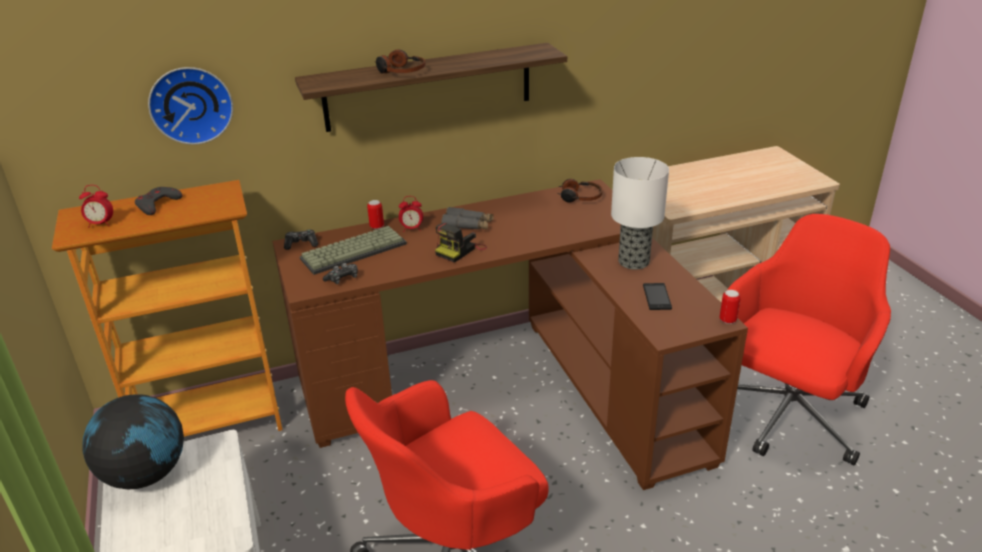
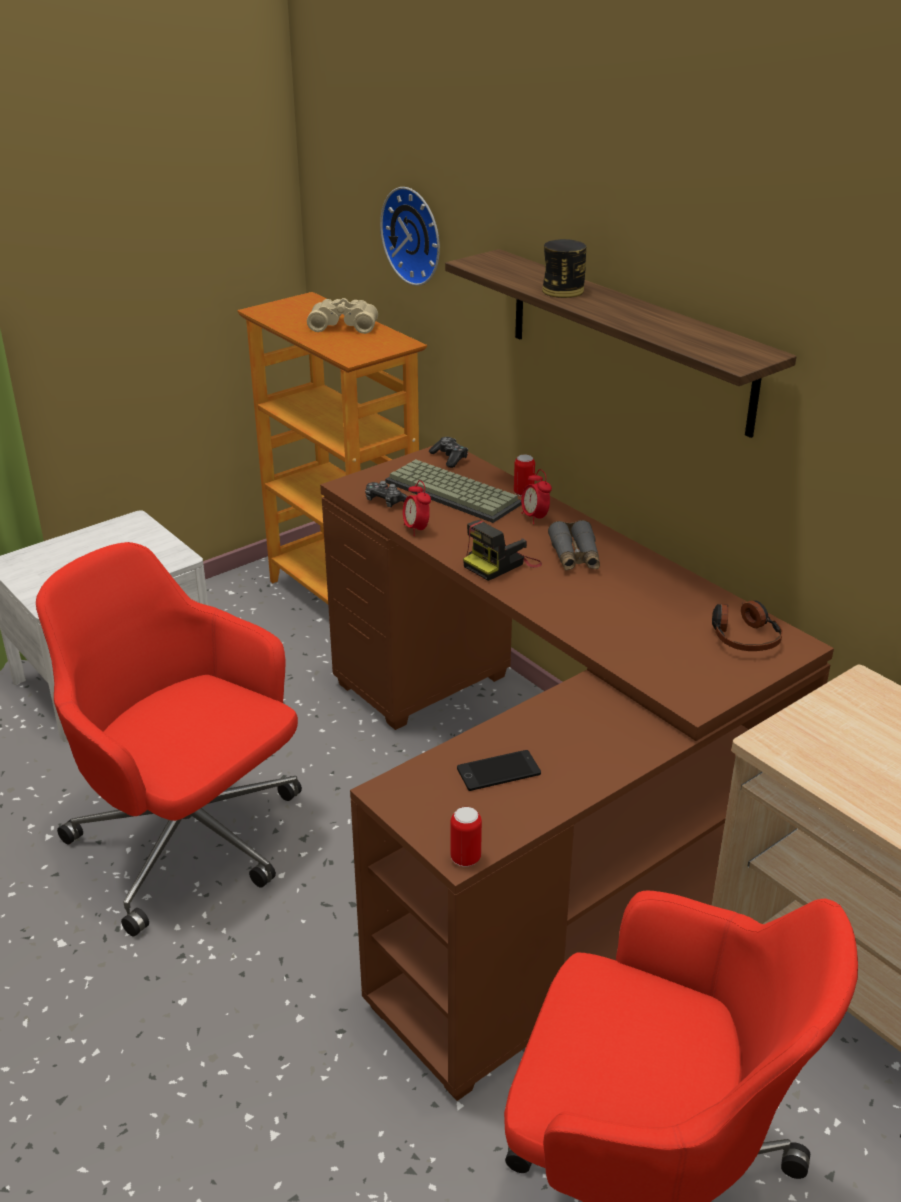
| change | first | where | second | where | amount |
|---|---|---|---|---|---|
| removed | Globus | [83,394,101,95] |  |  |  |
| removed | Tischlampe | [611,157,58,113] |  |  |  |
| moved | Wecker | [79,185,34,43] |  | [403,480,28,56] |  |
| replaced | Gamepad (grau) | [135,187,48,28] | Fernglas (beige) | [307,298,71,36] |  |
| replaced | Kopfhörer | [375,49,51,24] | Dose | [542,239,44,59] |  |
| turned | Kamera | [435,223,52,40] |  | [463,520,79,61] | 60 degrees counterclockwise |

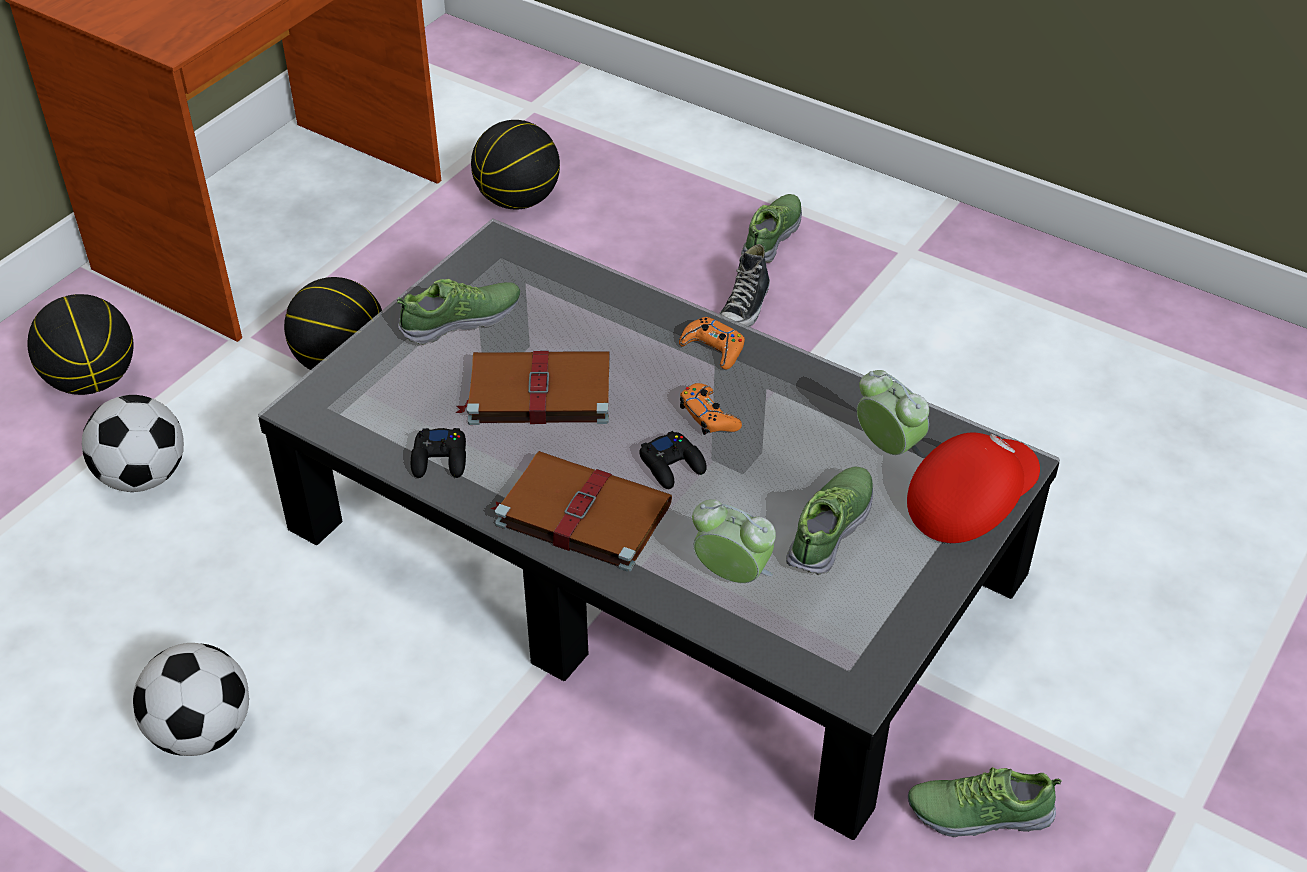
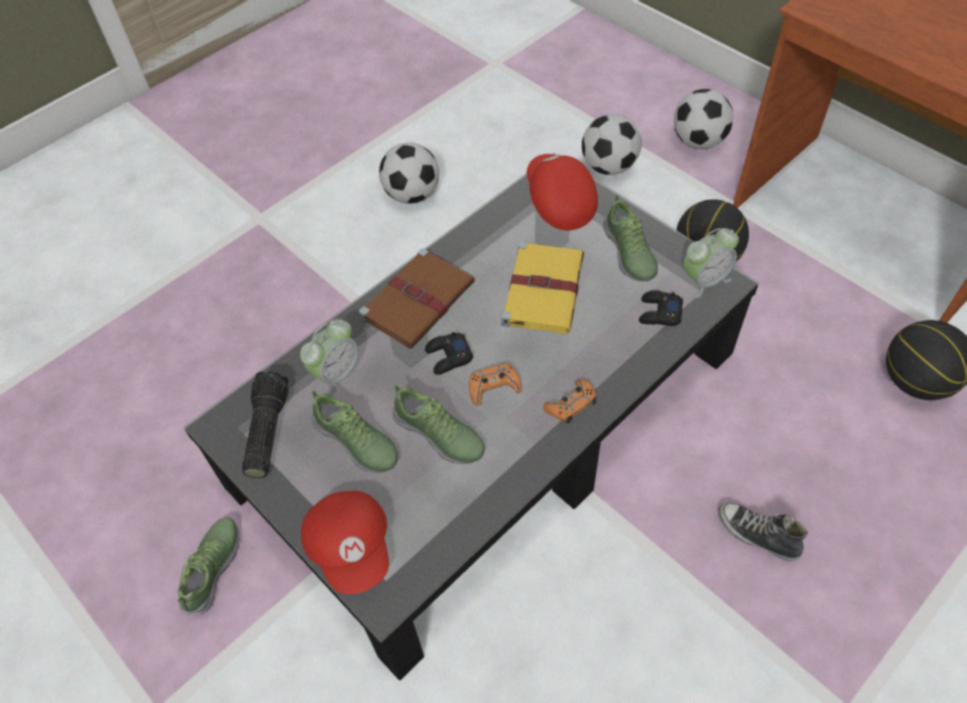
| change | first | where | second | where | amount |
|---|---|---|---|---|---|
| added |  |  | Taschenlampe | [242,371,47,107] |  |
| added |  |  | Kappe (rot) | [527,154,71,76] |  |
| moved | Gamepad (schwarz) | [411,428,55,50] |  | [639,290,44,36] |  |
| moved | Schuh | [741,194,61,69] |  | [392,385,92,79] |  |
| moved | Wecker | [857,370,72,88] |  | [683,228,56,71] |  |
| replaced | Basketball | [27,294,107,101] | Fußball | [674,89,59,60] |  |
| recoloured | Buch (braun) | [456,351,154,74] | Buch (gelb) | [501,242,83,92] |  |

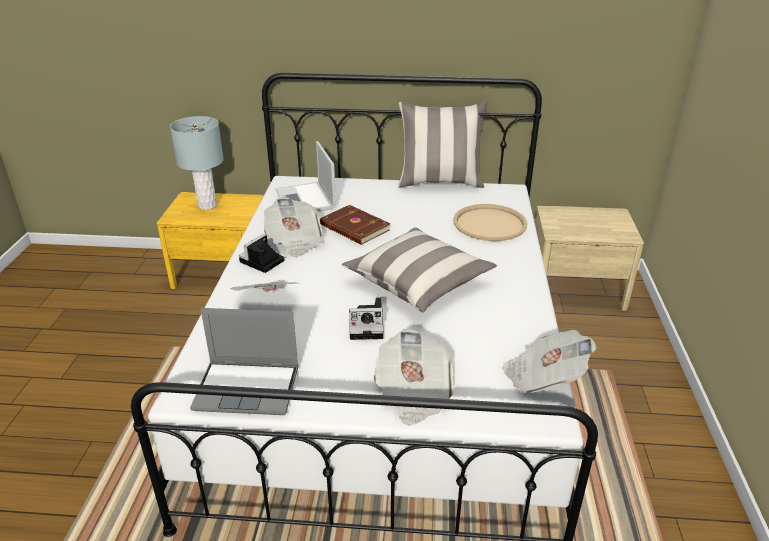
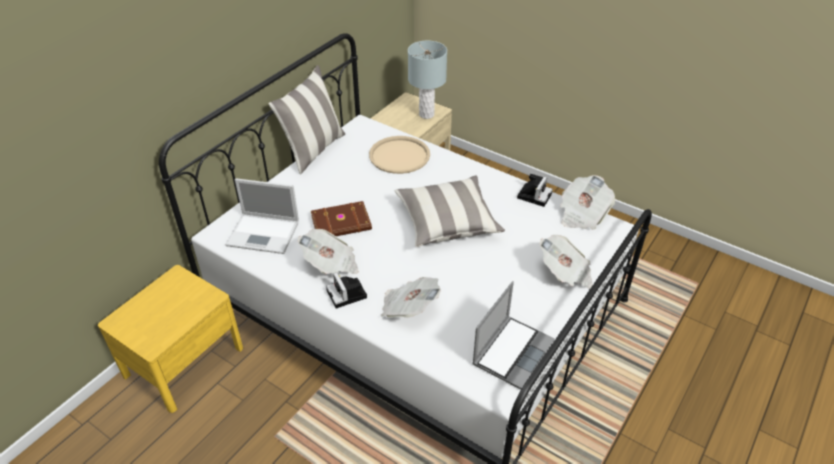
| change | first | where | second | where | amount |
|---|---|---|---|---|---|
| moved | Tischlampe (grau) | [170,116,54,94] |  | [408,41,39,78] |  |
| moved | Kamera | [349,297,34,43] |  | [517,174,36,33] |  |

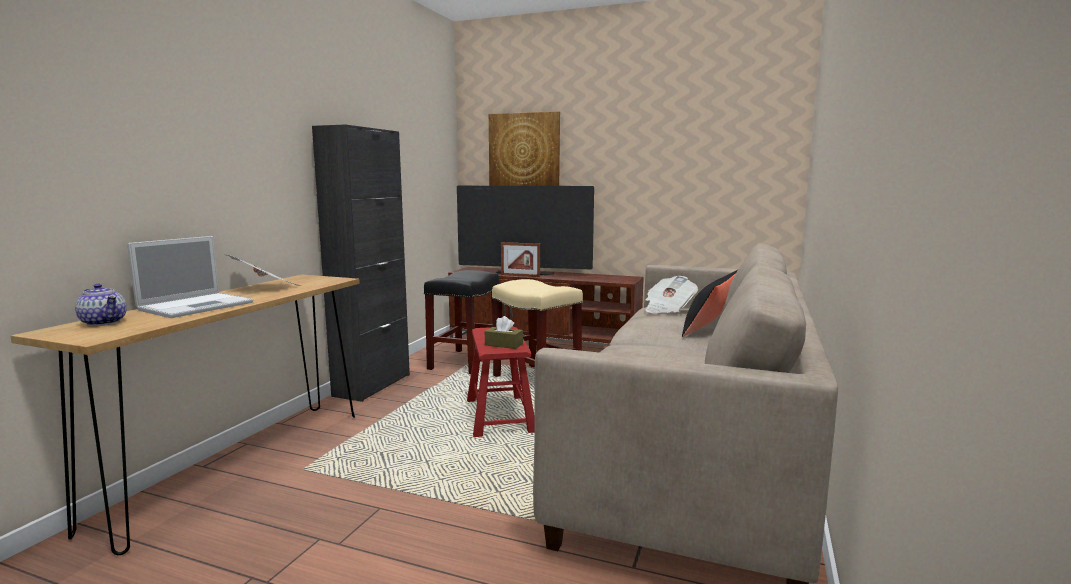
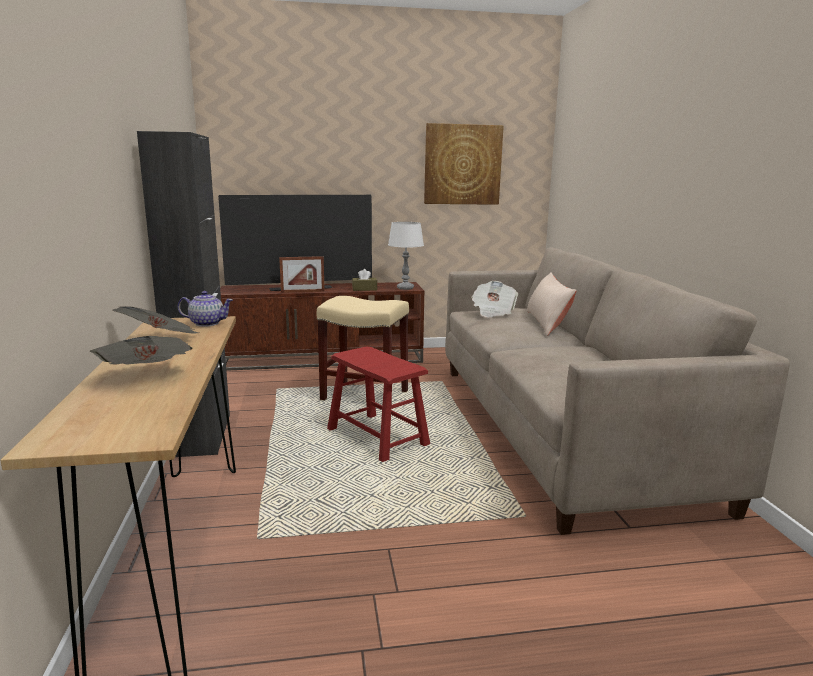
| change | first | where | second | where | amount |
|---|---|---|---|---|---|
| removed | Hocker (schwarz) | [424,270,75,104] |  |  |  |
| added |  |  | Tischlampe (weiß) | [388,222,36,68] |  |
| moved | Teekanne | [75,284,52,42] |  | [178,291,55,36] |  |
| moved | Taschentuchbox (braun) | [485,316,38,33] |  | [352,269,25,22] |  |
| moved | Bild | [489,111,71,75] |  | [424,123,80,82] |  |
| replaced | Laptop | [127,236,126,82] | Zeitung | [89,336,103,29] |  |
| recoloured | Kissen (schwarz) | [682,270,56,67] | Kissen (beige) | [527,272,50,64] |  |

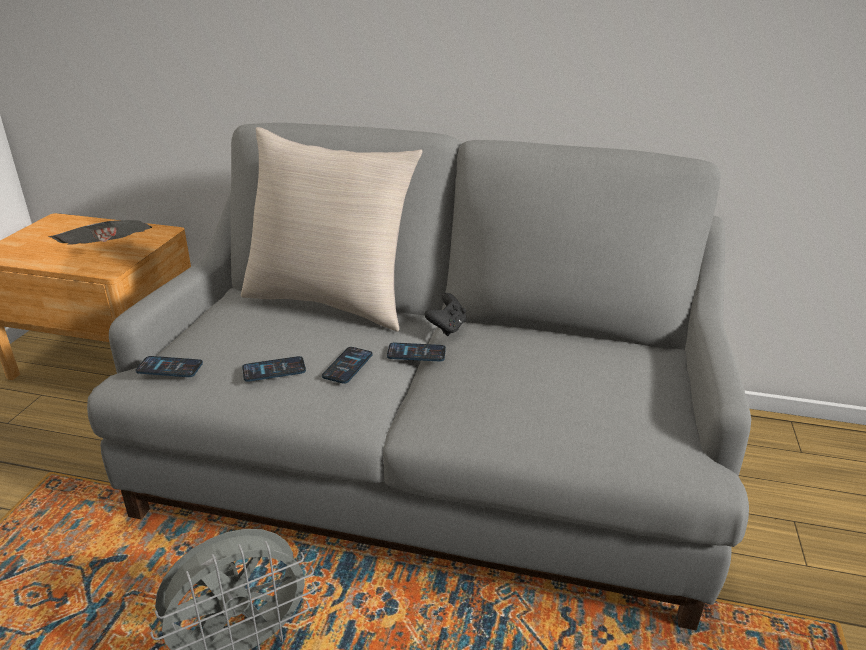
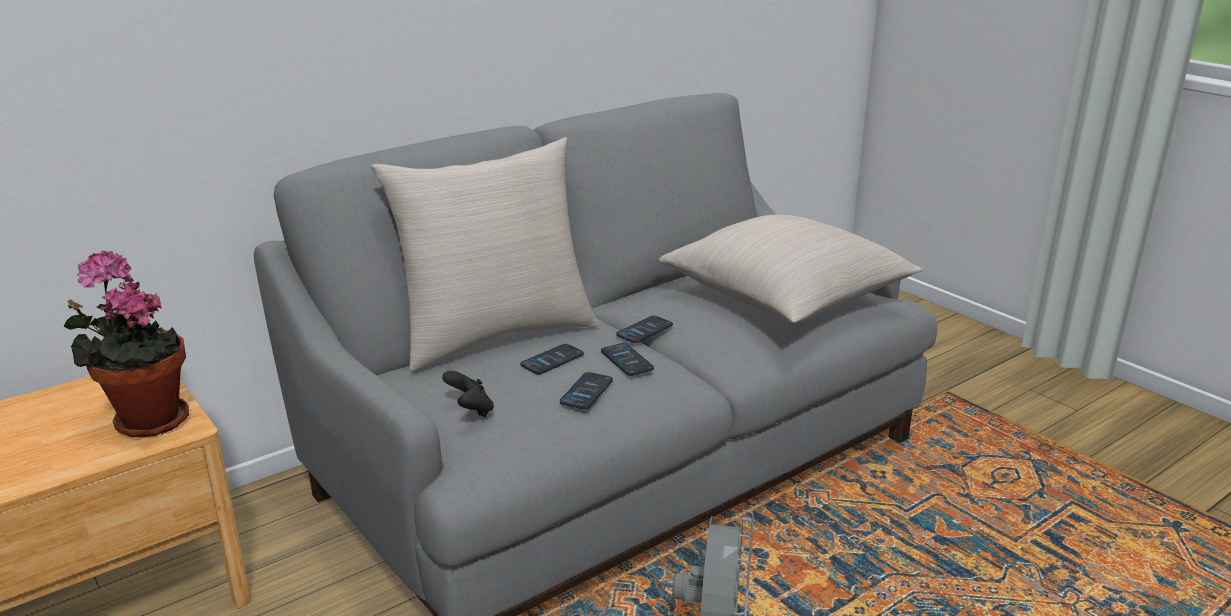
| change | first | where | second | where | amount |
|---|---|---|---|---|---|
| added |  |  | Kissen (beige) | [659,215,263,108] |  |
| moved | Handy | [136,356,67,21] |  | [520,344,64,31] |  |
| moved | Gamepad (schwarz) | [424,293,42,43] |  | [442,371,52,46] |  |
| replaced | Zeitung | [49,220,103,24] | Topfpflanze | [63,251,126,187] |  |

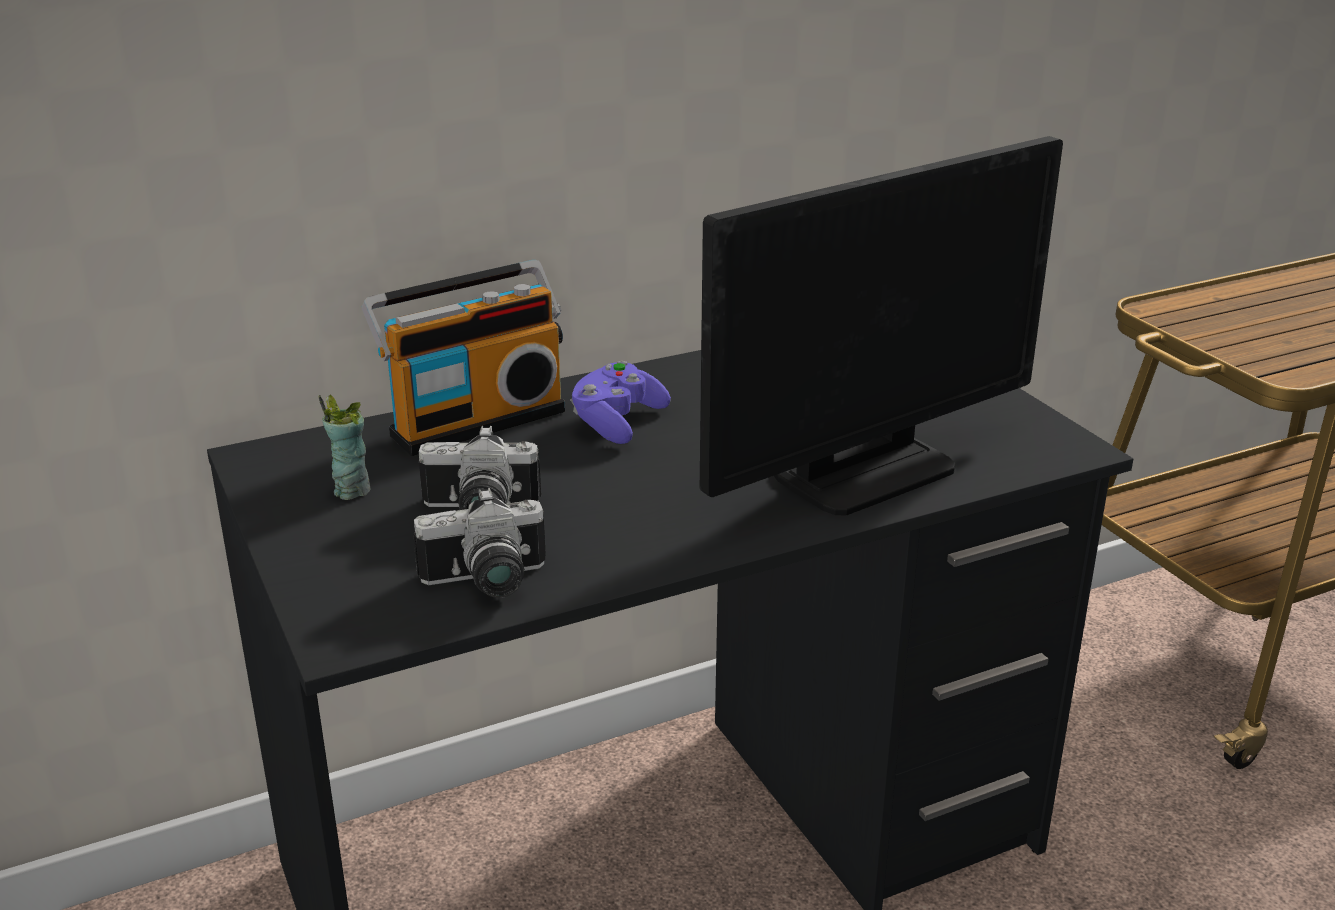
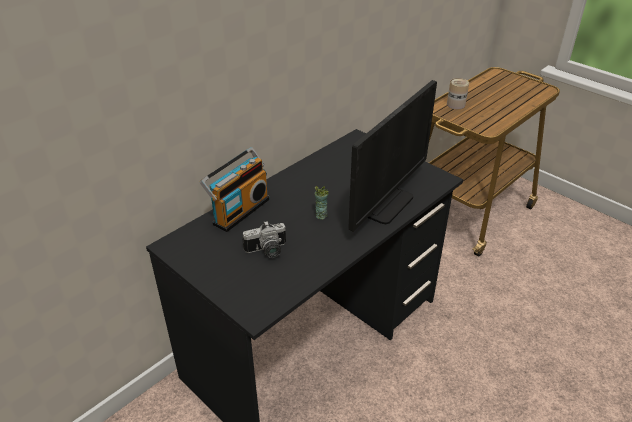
| change | first | where | second | where | amount |
|---|---|---|---|---|---|
| removed | Kamera | [413,488,133,110] |  |  |  |
| removed | Gamepad (lila) | [570,361,101,83] |  |  |  |
| added |  |  | Dose | [447,78,22,31] |  |
| moved | Tasse | [318,394,53,106] |  | [314,186,15,34] |  |

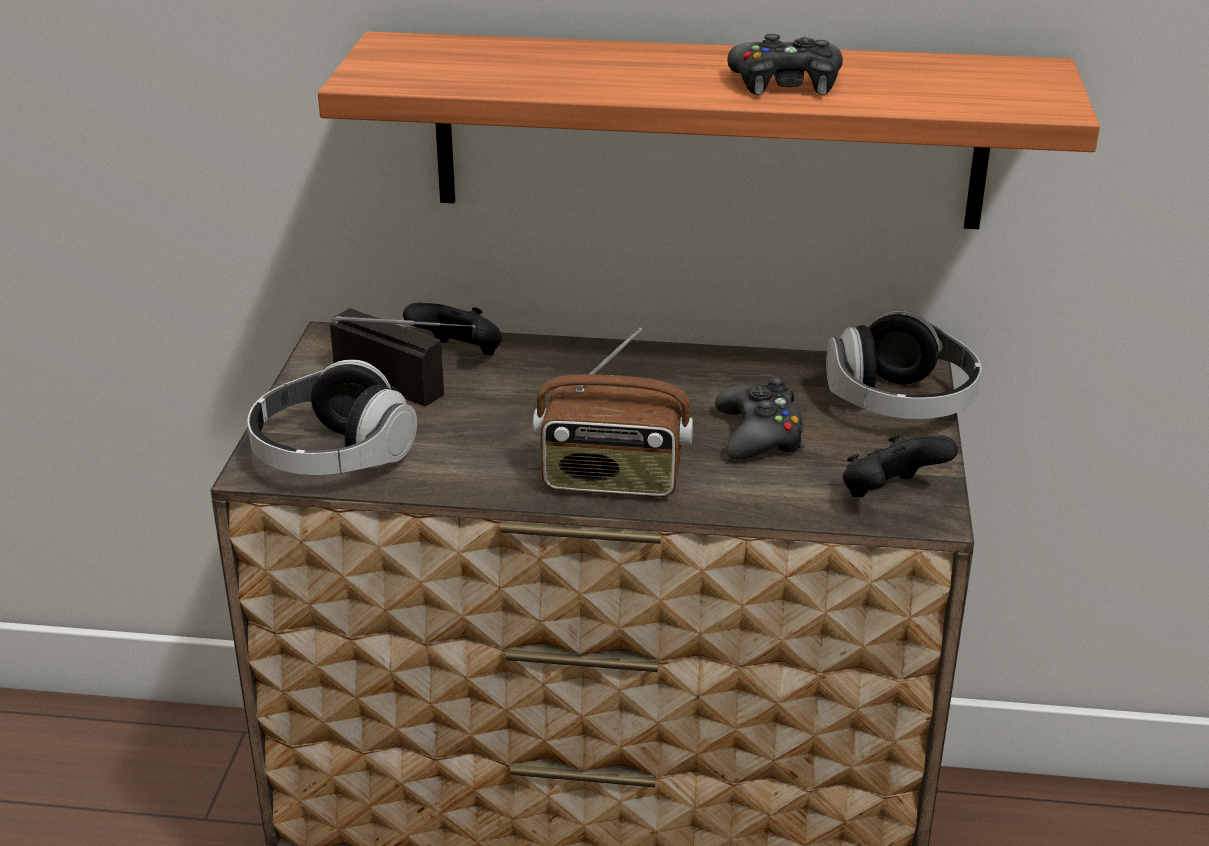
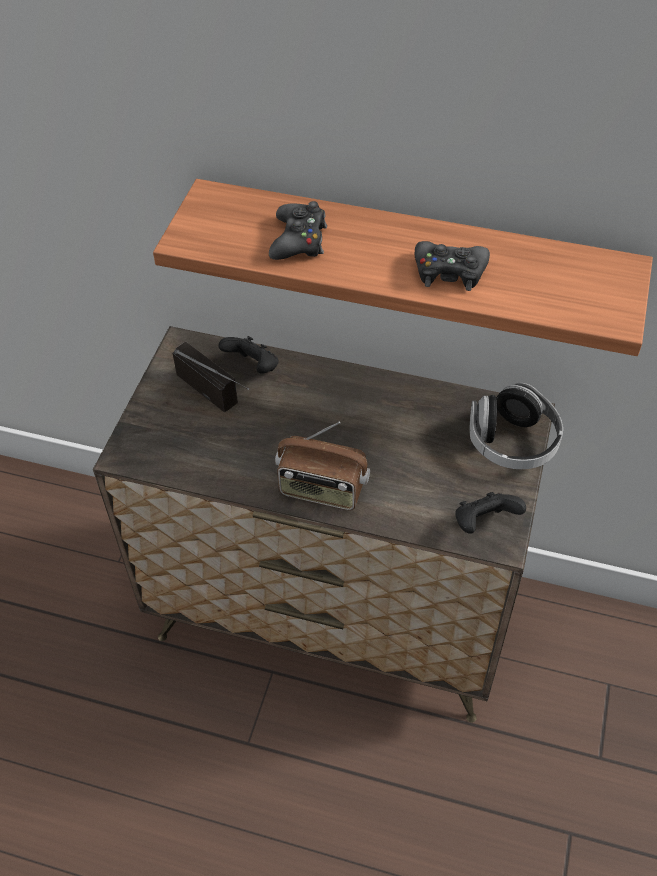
| change | first | where | second | where | amount |
|---|---|---|---|---|---|
| removed | Kopfhörer | [247,360,170,115] |  |  |  |
| moved | Gamepad (schwarz) | [715,377,89,83] |  | [269,201,58,59] |  |

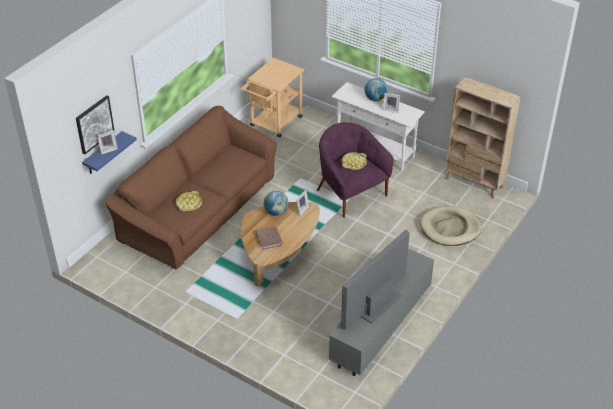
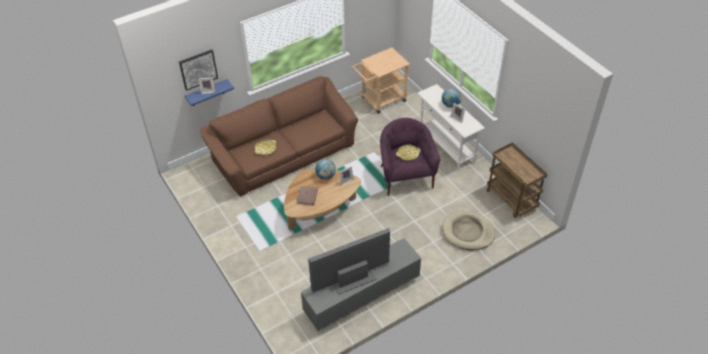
| change | first | where | second | where | amount |
|---|---|---|---|---|---|
| replaced | Bücherregal (beige) | [445,76,76,123] | Rollwagen (braun) | [486,143,61,75] |  |

